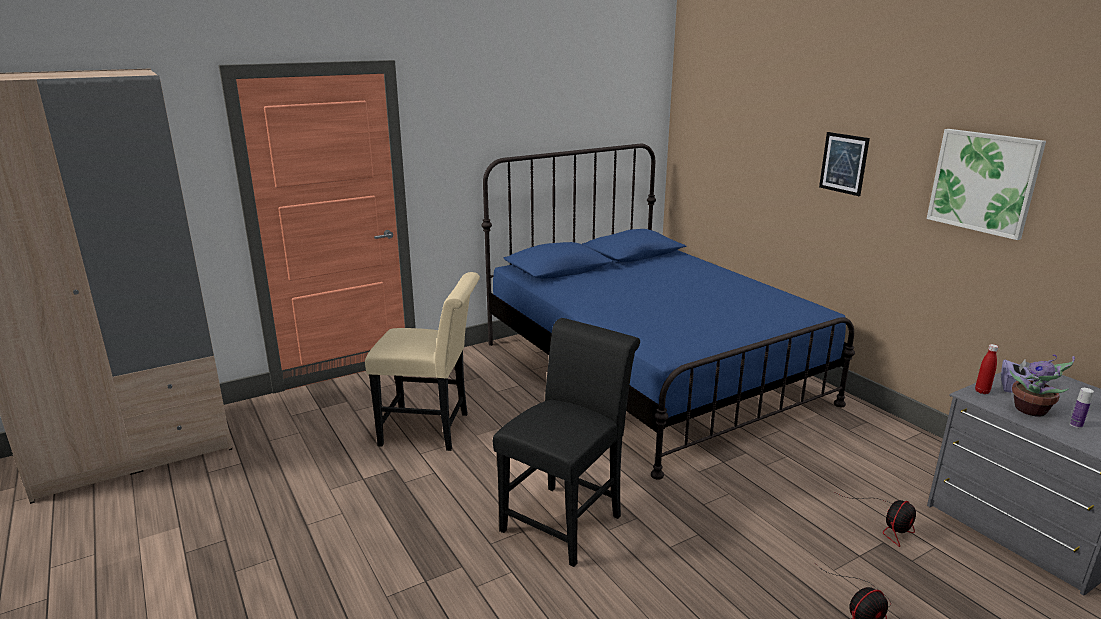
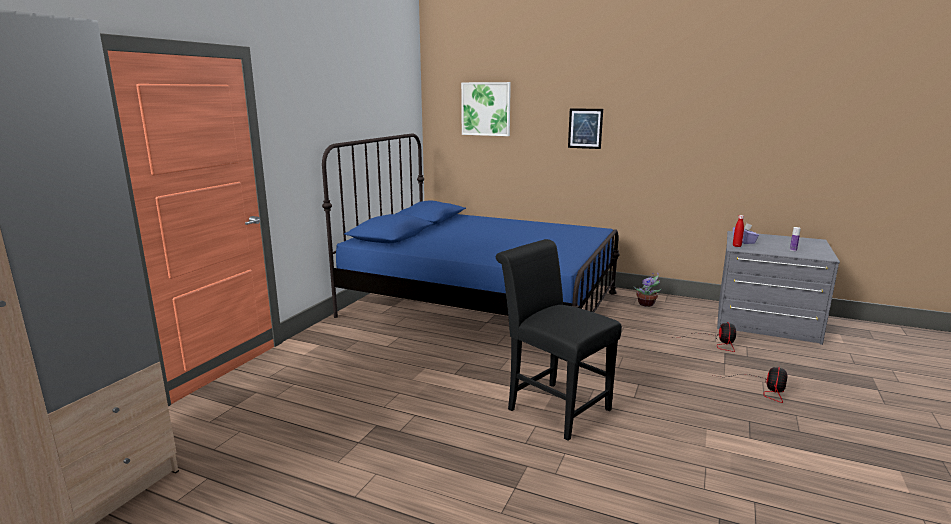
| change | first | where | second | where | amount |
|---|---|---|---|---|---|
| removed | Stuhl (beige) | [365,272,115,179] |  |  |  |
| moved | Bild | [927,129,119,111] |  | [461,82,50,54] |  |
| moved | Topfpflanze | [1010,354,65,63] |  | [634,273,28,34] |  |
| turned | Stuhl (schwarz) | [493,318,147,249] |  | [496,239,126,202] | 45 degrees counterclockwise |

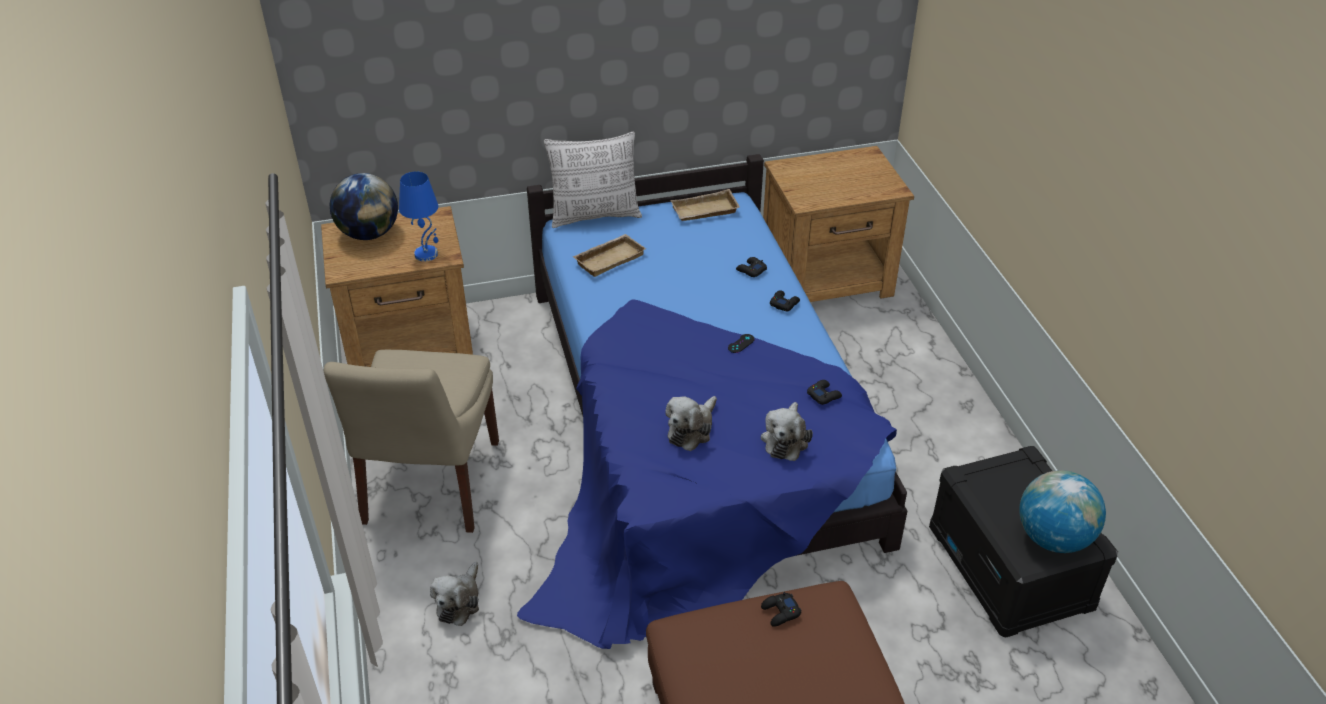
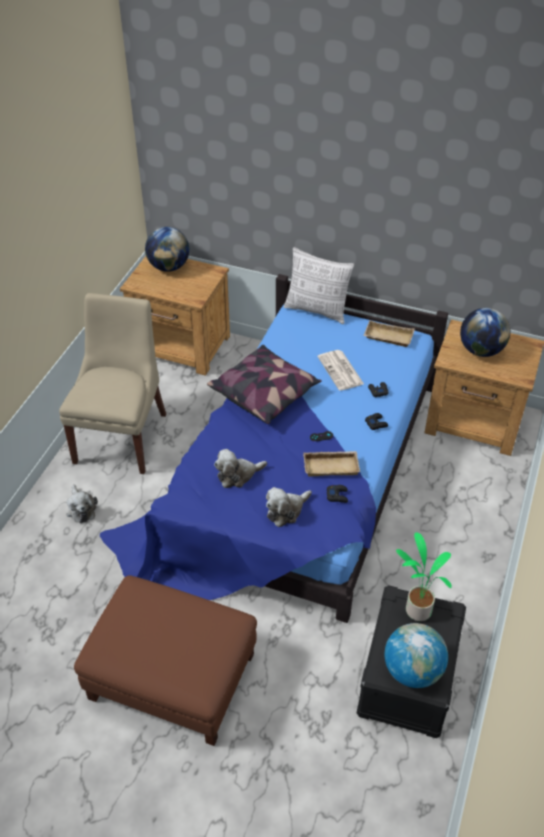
| change | first | where | second | where | amount |
|---|---|---|---|---|---|
| removed | Tischlampe (blau) | [399,172,39,89] |  |  |  |
| removed | Gamepad (schwarz) | [761,592,40,35] |  |  |  |
| added |  |  | Kissen | [207,345,115,79] |  |
| added |  |  | Zeitung | [317,350,47,41] |  |
| added |  |  | Topfpflanze | [396,533,56,88] |  |
| added |  |  | Globus | [460,308,51,49] |  |
| moved | Tablett (beige) | [572,234,74,43] |  | [303,451,57,25] |  |
| turned | Stuhl (beige) | [324,350,175,183] |  | [59,293,107,181] | 150 degrees clockwise |
| turned | Plüschtier | [430,562,49,64] |  | [66,484,32,39] | 75 degrees counterclockwise |

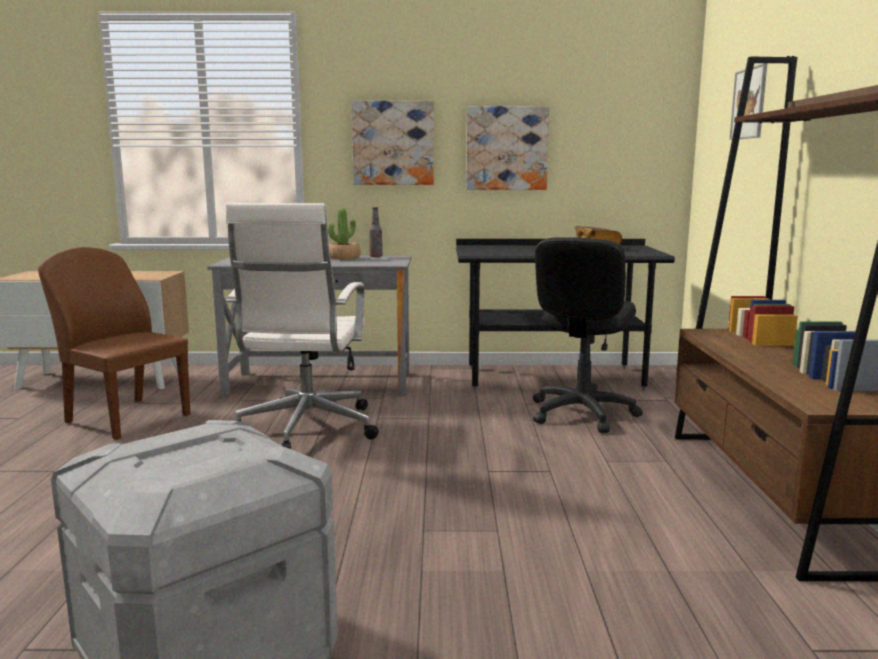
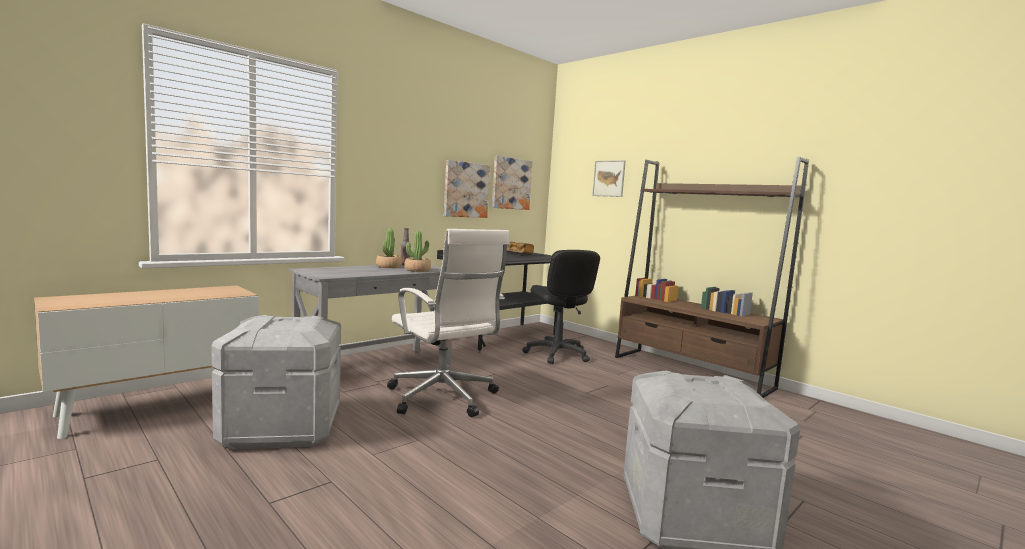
| change | first | where | second | where | amount |
|---|---|---|---|---|---|
| added |  |  | Topfpflanze | [404,231,27,41] |  |
| moved | Bild | [351,101,83,84] |  | [492,156,40,54] |  |
| replaced | Stuhl (braun) | [38,247,153,193] | Aufbewahrungsbox (grau) | [211,315,130,134] |  |

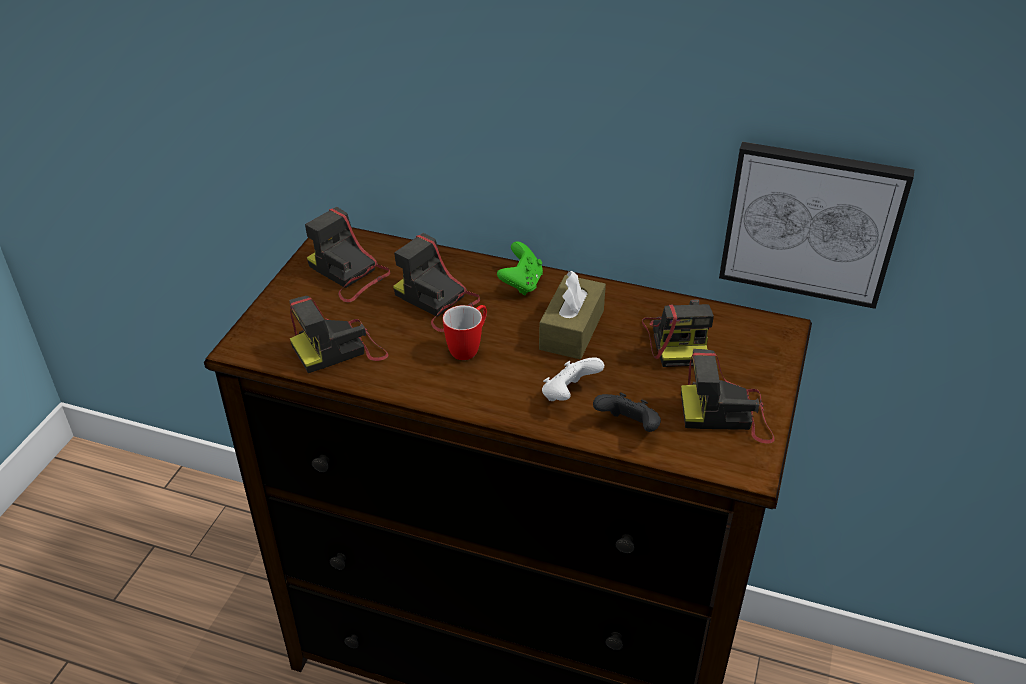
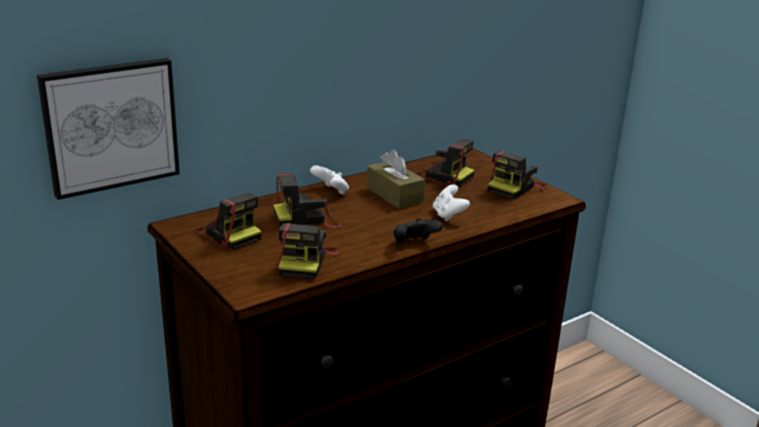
| change | first | where | second | where | amount |
|---|---|---|---|---|---|
| removed | Henkelbecher | [443,305,44,55] |  |  |  |
| moved | Gamepad (schwarz) | [593,392,68,40] |  | [394,218,49,25] |  |
| moved | Bild | [719,142,195,167] |  | [37,58,143,142] |  |
| recoloured | Gamepad (grün) | [497,242,46,53] | Gamepad (weiß) | [310,165,39,30] |  |
| turned | Kamera | [305,207,86,95] |  | [195,193,67,57] | 120 degrees counterclockwise |

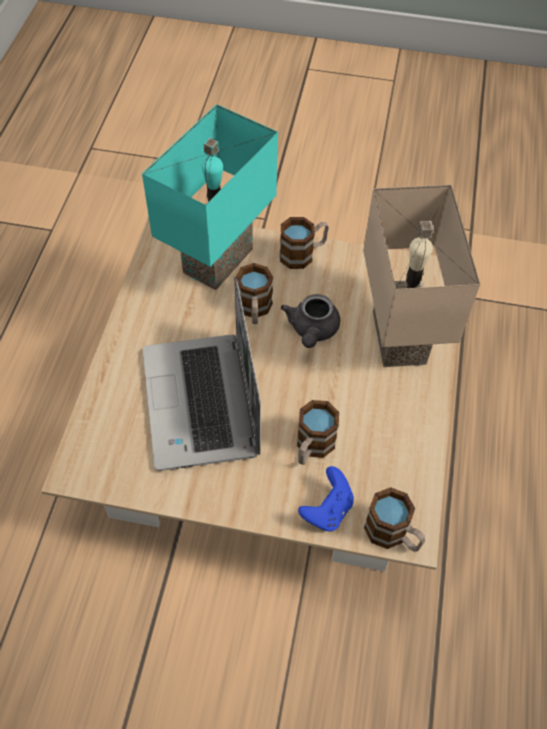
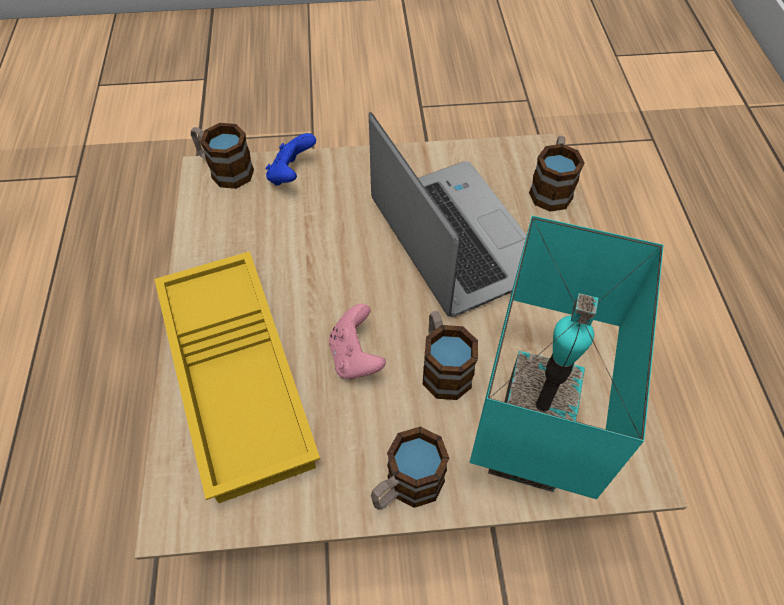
| change | first | where | second | where | amount |
|---|---|---|---|---|---|
| moved | Henkelbecher | [297,400,42,65] |  | [529,136,56,76] |  |
| replaced | Teekanne (grau) | [281,294,59,54] | Gamepad (rosa) | [329,304,57,75] |  |
| replaced | Tischlampe (beige) | [363,185,117,182] | Tablett (gelb) | [154,251,166,252] |  |

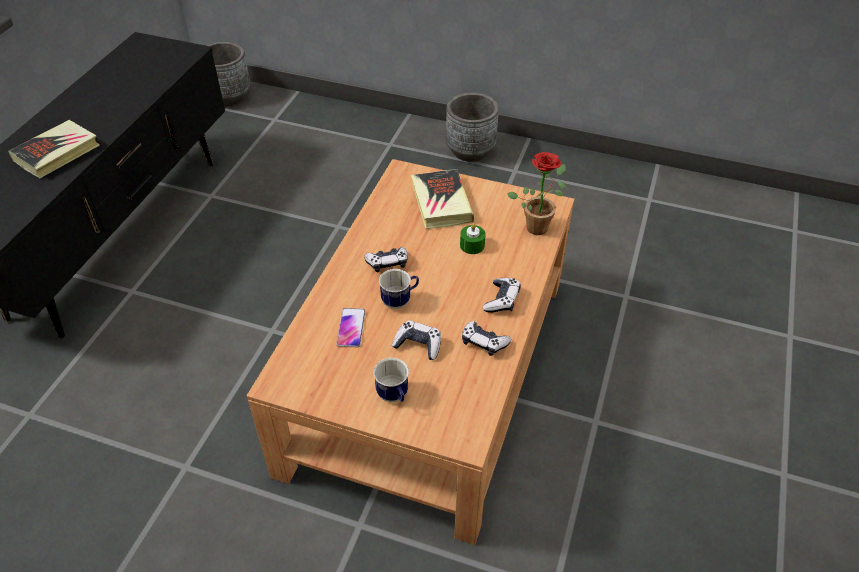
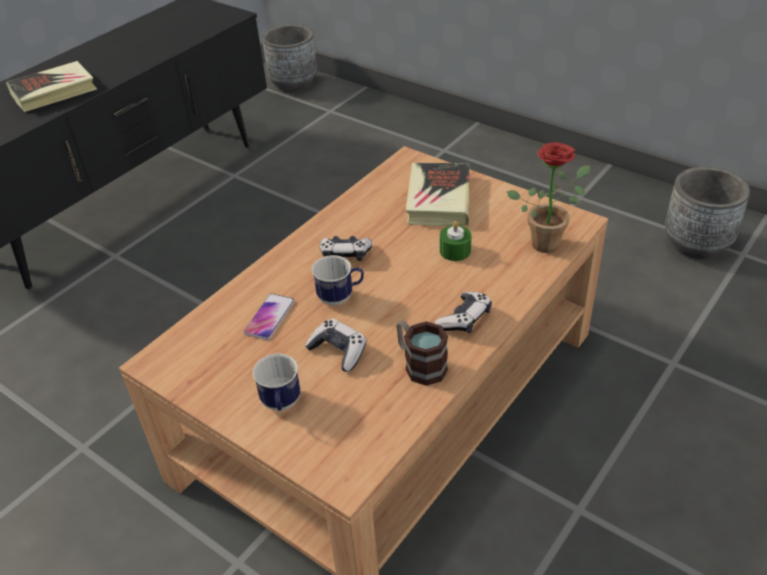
| change | first | where | second | where | amount |
|---|---|---|---|---|---|
| moved | Pflanzkübel (grau) | [446,93,53,69] |  | [665,167,85,92] |  |
| replaced | Gamepad | [462,321,49,35] | Henkelbecher | [397,320,51,66] |  |

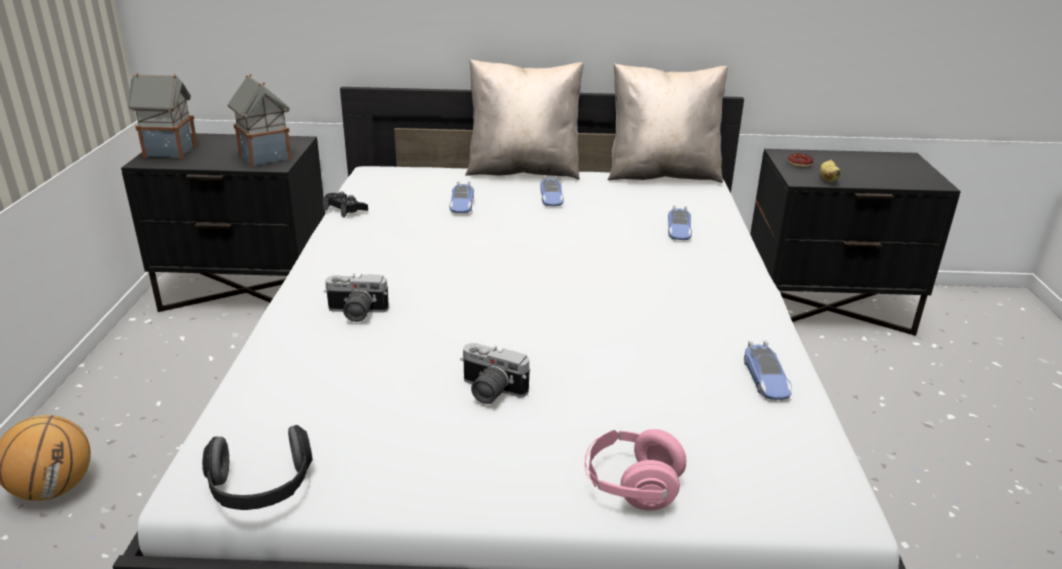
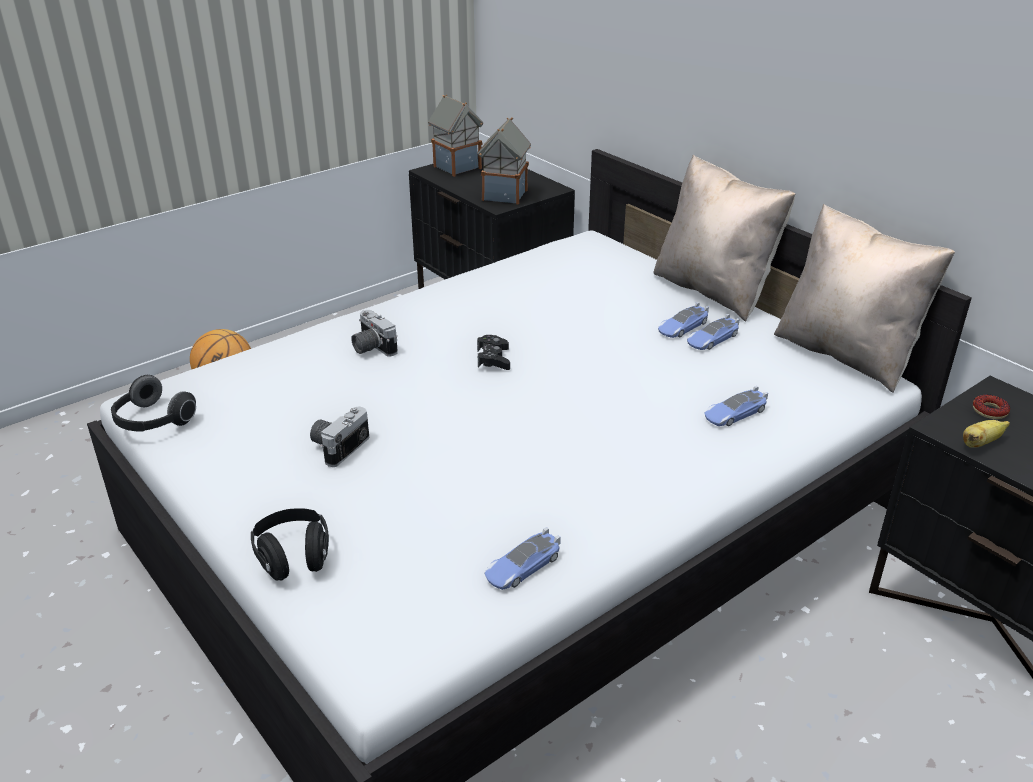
| change | first | where | second | where | amount |
|---|---|---|---|---|---|
| moved | Gamepad (schwarz) | [323,192,45,26] |  | [477,335,33,35] |  |
| moved | Spielzeugauto | [450,181,24,32] |  | [687,314,53,36] |  |
| recoloured | Kopfhörer (rosa) | [585,429,101,82] | Kopfhörer (schwarz) | [251,508,78,73] |  |
| turned | Kamera | [460,343,70,61] |  | [310,407,60,60] | 45 degrees clockwise |

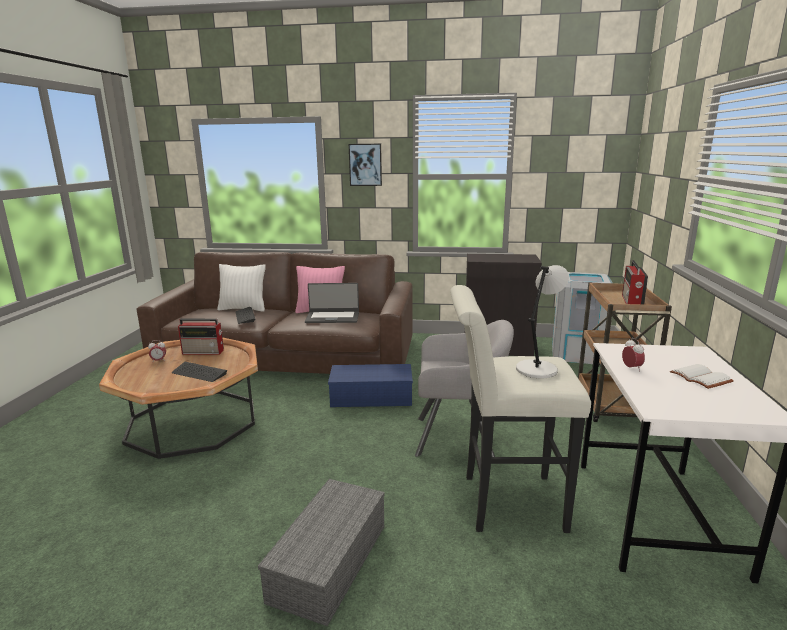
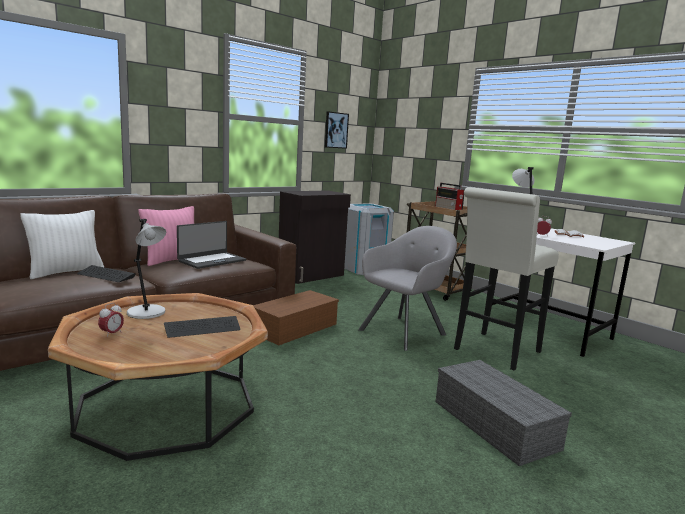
| change | first | where | second | where | amount |
|---|---|---|---|---|---|
| moved | Bild | [349,144,33,42] |  | [325,111,24,38] |  |
| replaced | Radio | [178,319,46,36] | Tischlampe (grau) | [127,219,39,100] |  |
| recoloured | Aufbewahrungsbox (blau) | [328,364,85,43] | Aufbewahrungsbox (braun) | [253,290,86,55] |  |

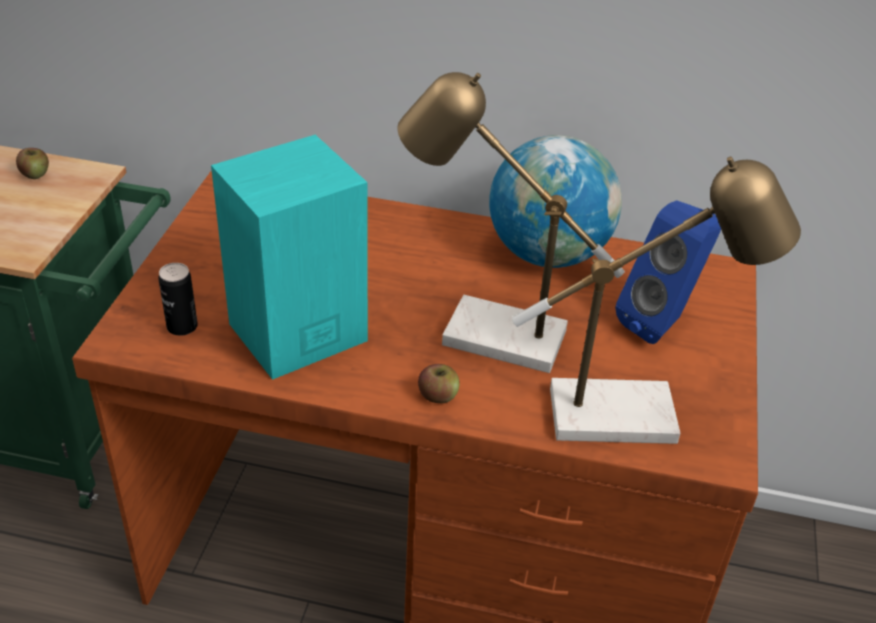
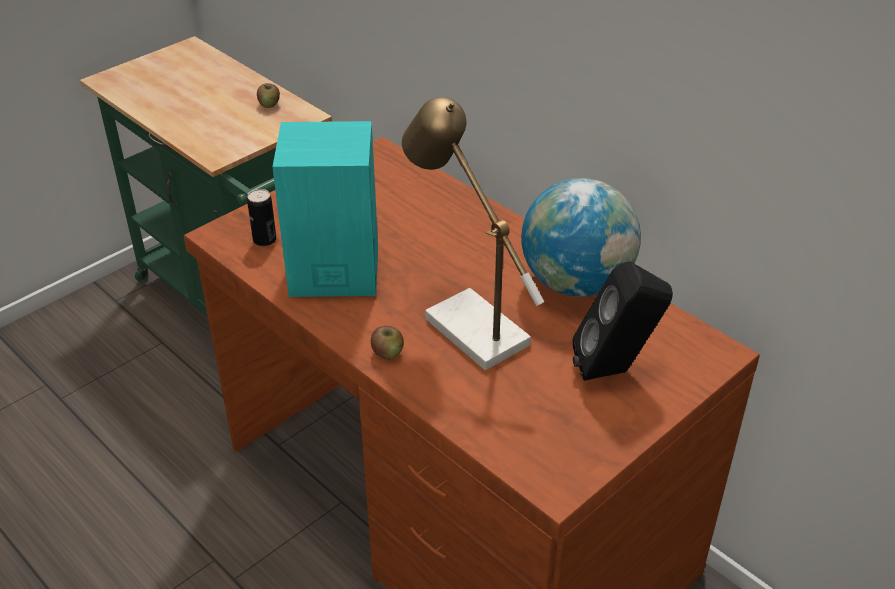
| change | first | where | second | where | amount |
|---|---|---|---|---|---|
| removed | Tischlampe | [512,157,289,287] |  |  |  |
| recoloured | Lautsprecher (blau) | [615,200,106,144] | Lautsprecher (schwarz) | [572,262,101,119] |  |

